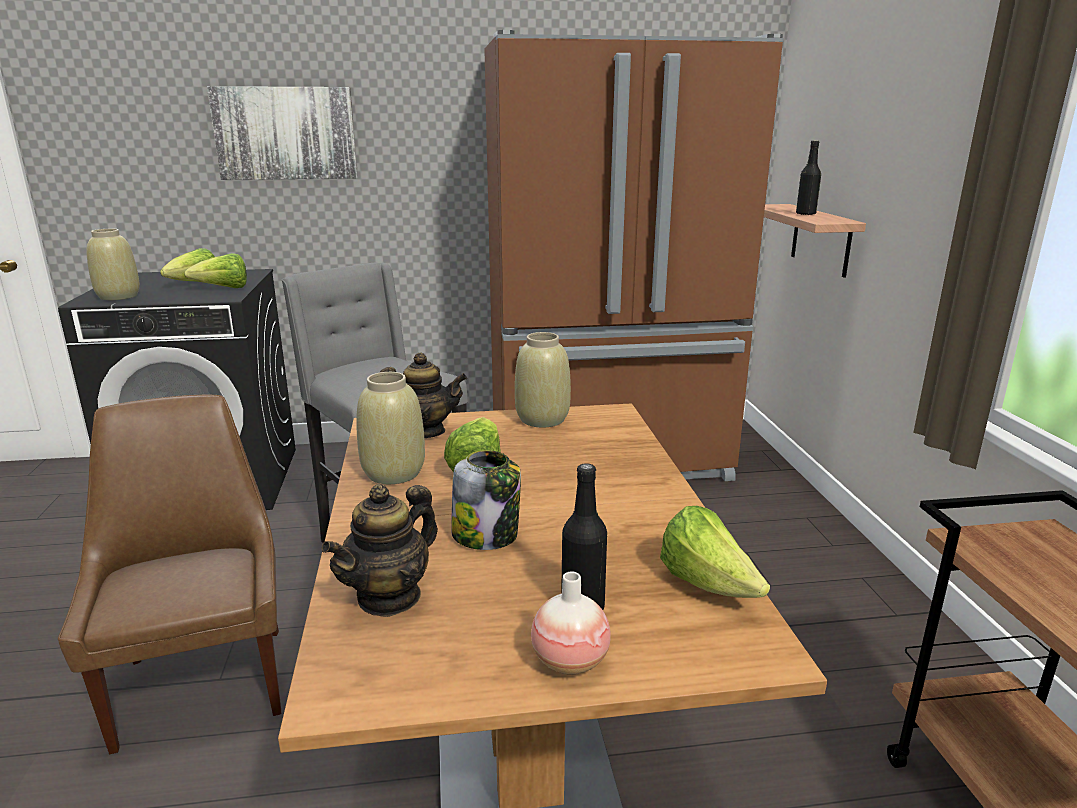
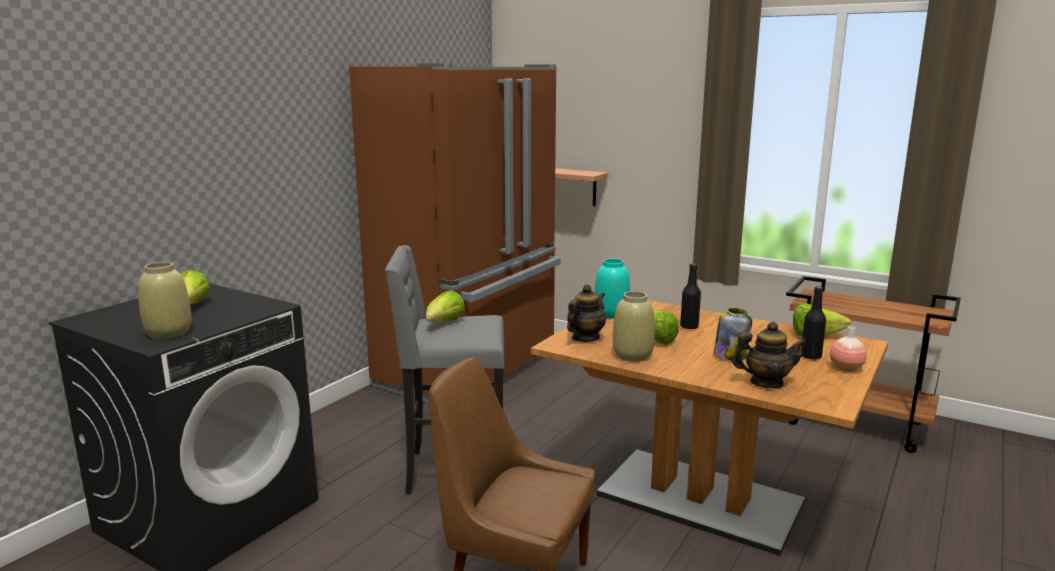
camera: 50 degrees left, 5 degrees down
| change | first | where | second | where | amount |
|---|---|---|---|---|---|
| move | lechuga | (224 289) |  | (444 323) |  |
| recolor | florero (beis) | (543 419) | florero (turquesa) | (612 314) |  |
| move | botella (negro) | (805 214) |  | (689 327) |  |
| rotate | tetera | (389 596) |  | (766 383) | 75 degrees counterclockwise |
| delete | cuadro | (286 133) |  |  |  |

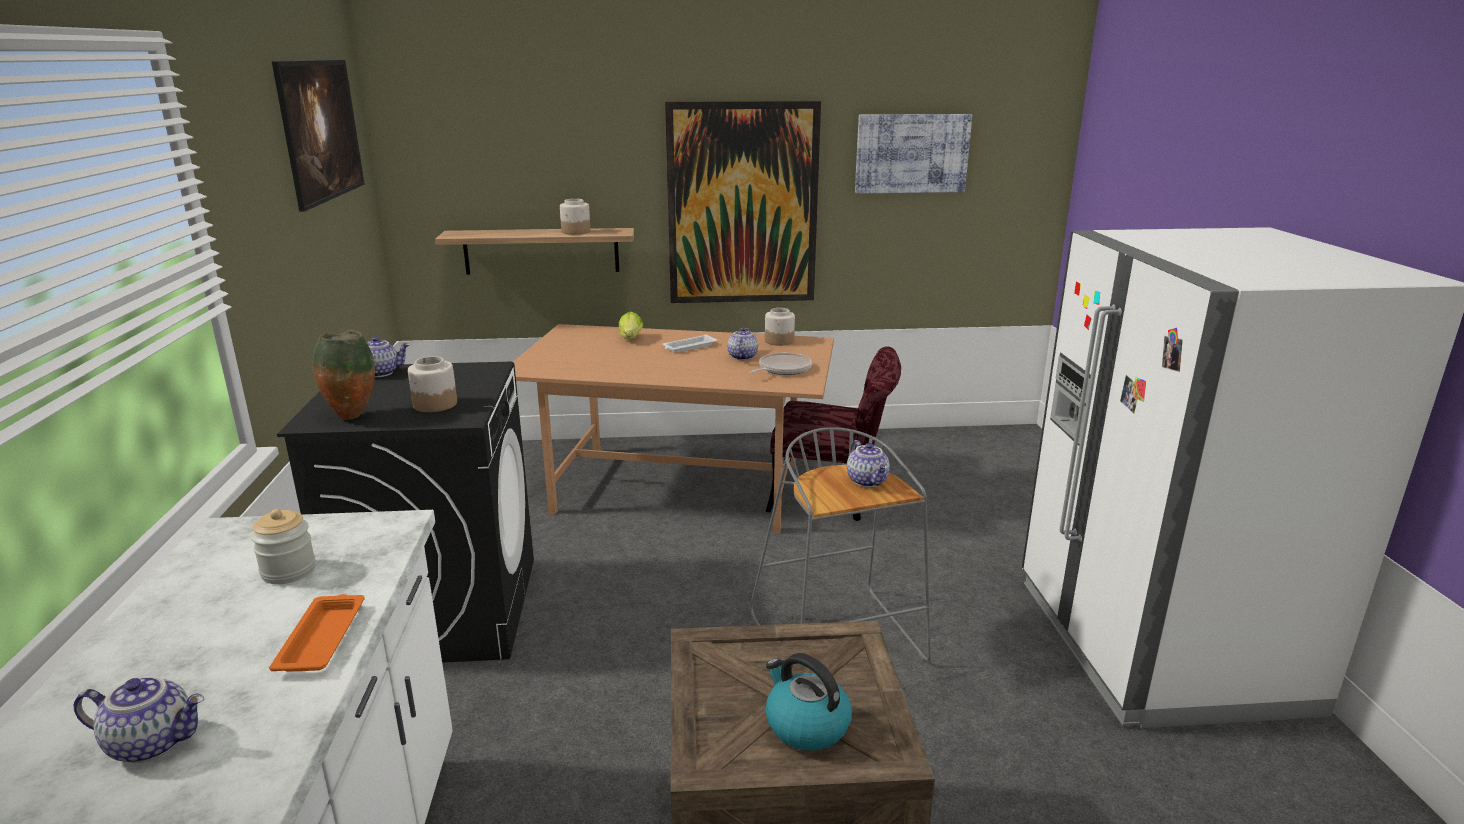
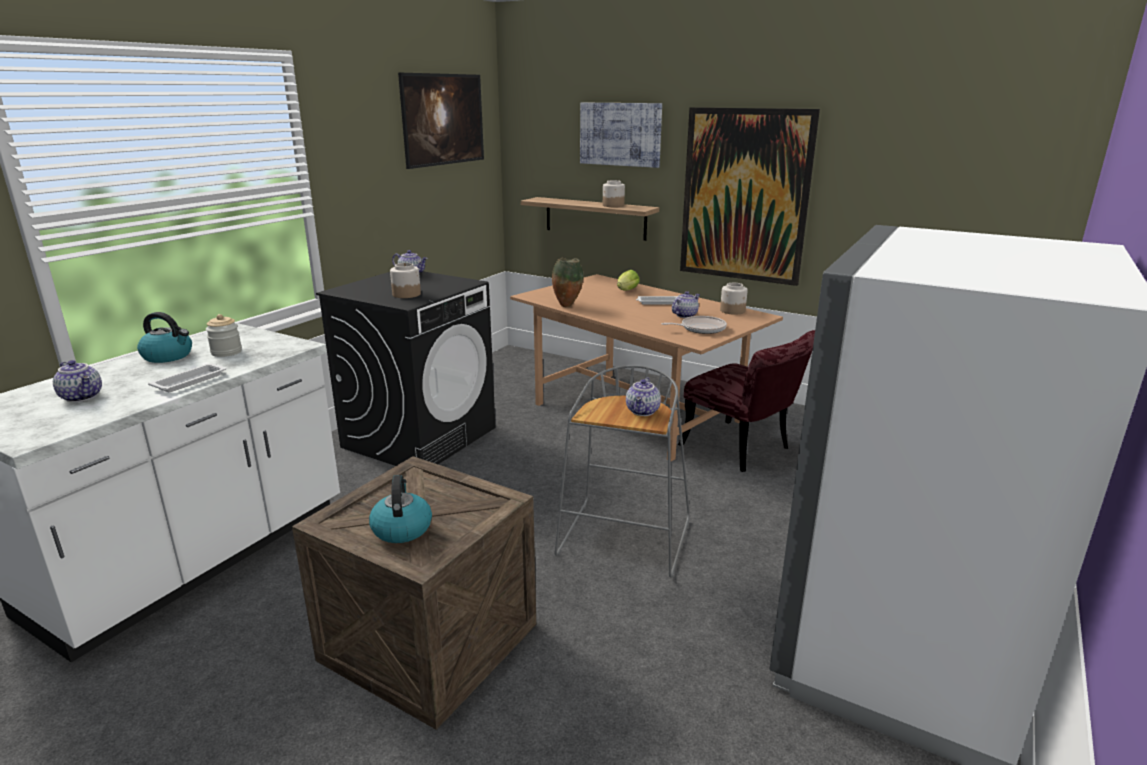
camera: 35 degrees right, 0 degrees up
| change | first | where | second | where | amount |
|---|---|---|---|---|---|
| insert |  |  | hervidor | (168 356) |  |
| recolor | bandeja (naranja) | (323 638) | bandeja (blanco) | (191 381) |  |
| move | florero | (352 416) |  | (567 306) |  |
| move | cuadro | (911 153) |  | (620 134) |  |

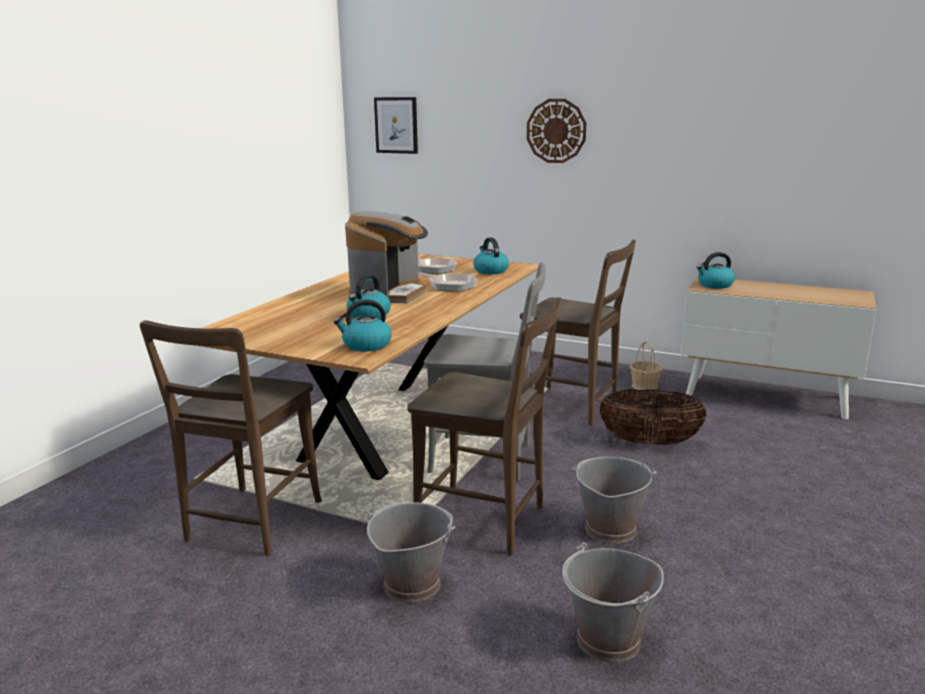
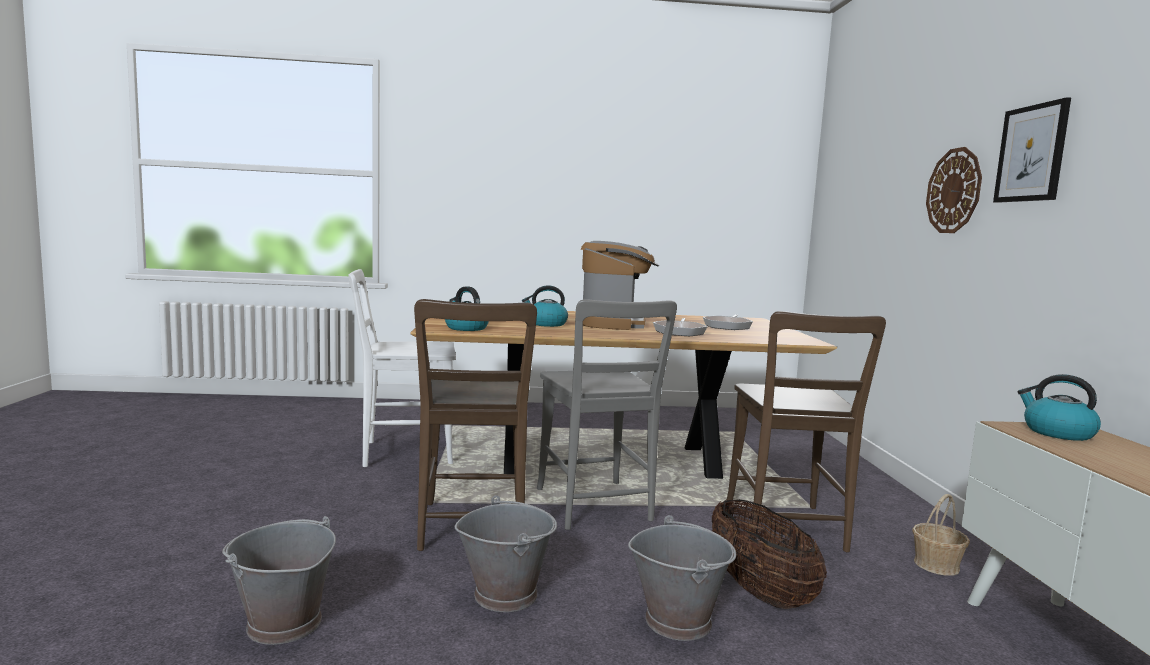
camera: 60 degrees right, 10 degrees down
| change | first | where | second | where | amount |
|---|---|---|---|---|---|
| recolor | silla (marrón) | (250 524) | silla (blanco) | (402 453) |  |
| rotate | cafetera | (389 295) |  | (614 324) | 75 degrees counterclockwise |
| move | cubo (gris) | (411 584) |  | (678 620) |  |
| move | cuadro | (396 125) |  | (1031 153) |  |
| delete | hervidor | (490 271) |  |  |  |

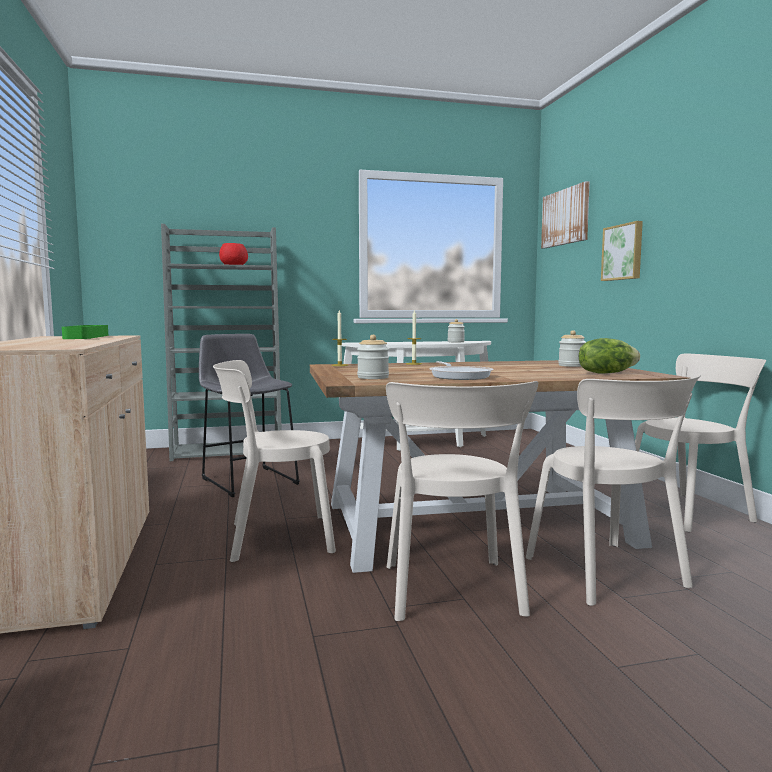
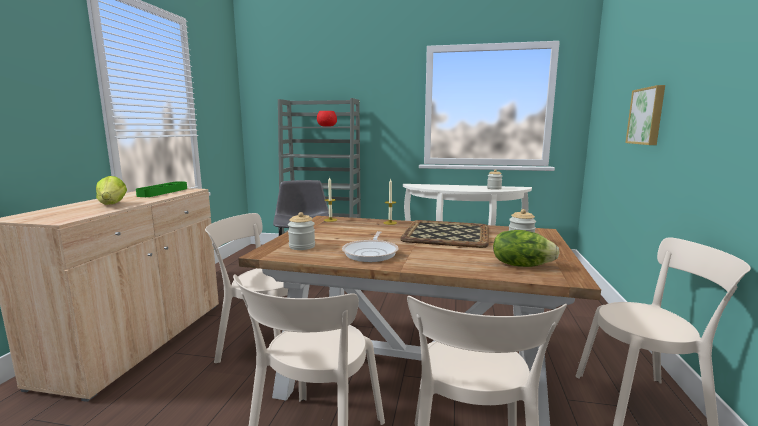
camera: 25 degrees right, 5 degrees up
| change | first | where | second | where | amount |
|---|---|---|---|---|---|
| insert |  |  | lechuga | (112 204) |  |
| insert |  |  | bandeja | (445 234) |  |
| delete | cuadro | (565 217) |  |  |  |

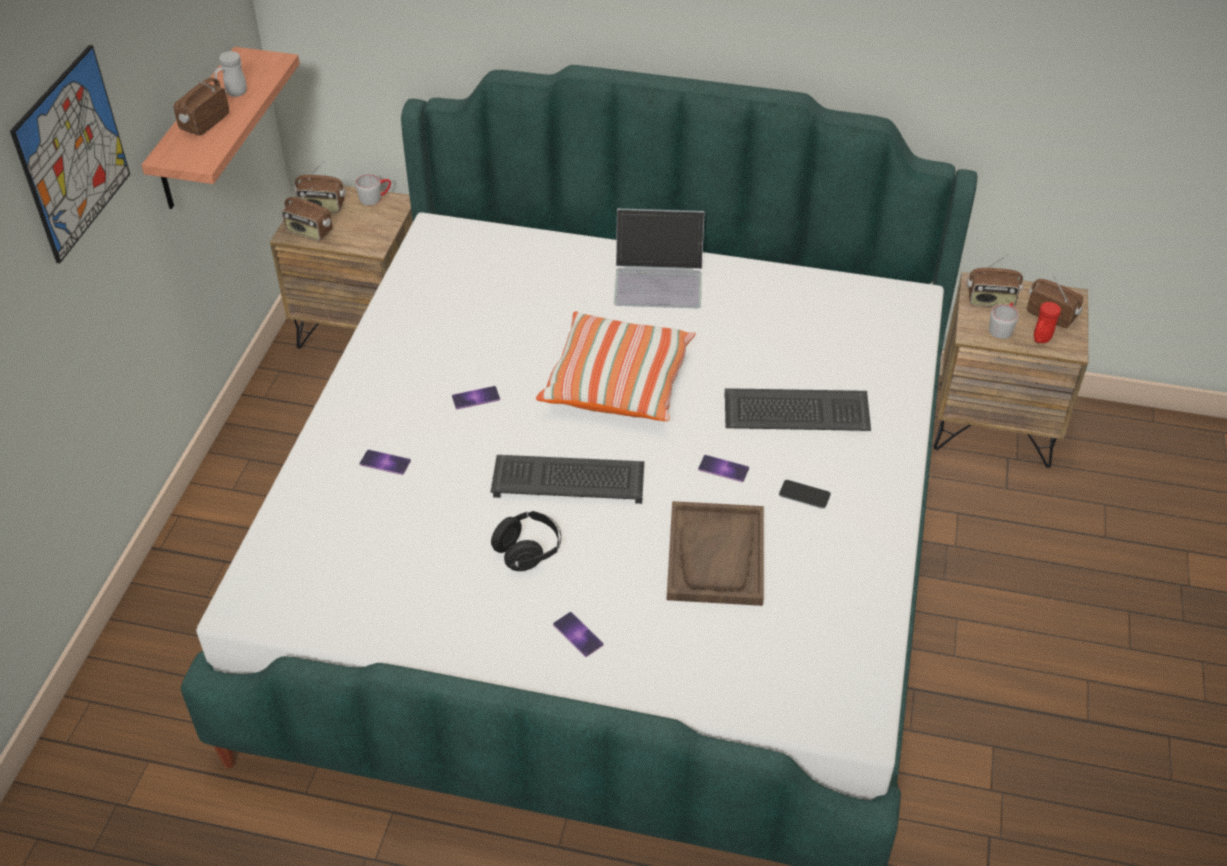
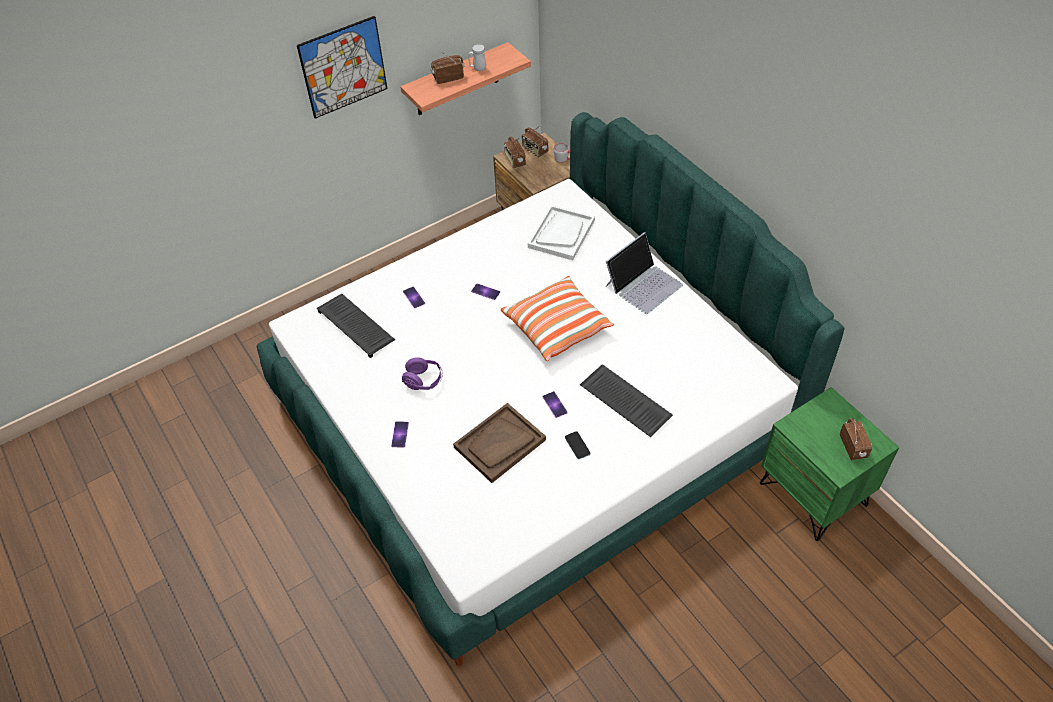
camera: 45 degrees right, 5 degrees up
| change | first | where | second | where | amount |
|---|---|---|---|---|---|
| move | teclado | (570 479) |  | (357 326) |  |
| recolor | auriculares (negro) | (528 551) | auriculares (morado) | (424 381) |  |
| insert |  |  | bandeja (blanco) | (561 233) |  |
| rotate | portátil | (659 278) |  | (643 284) | 90 degrees counterclockwise |
| recolor | mesita de noche (marrón) | (994 424) | mesita de noche (verde) | (813 494) |  |
| delete | radio | (990 301) |  |  |  |
| delete | taza grande (gris) | (1002 327) |  |  |  |
| delete | taza grande (rojo) | (1040 340) |  |  |  |

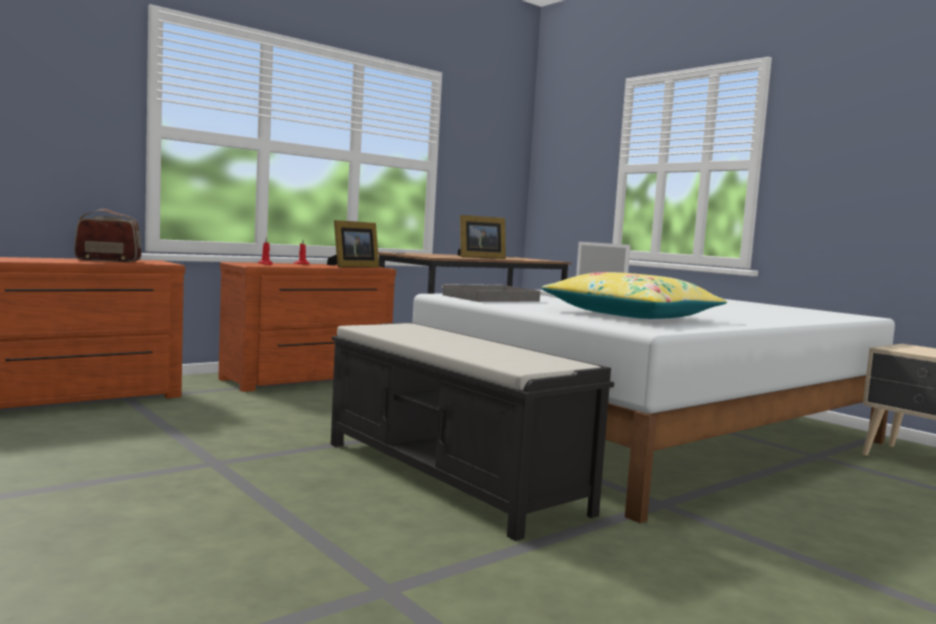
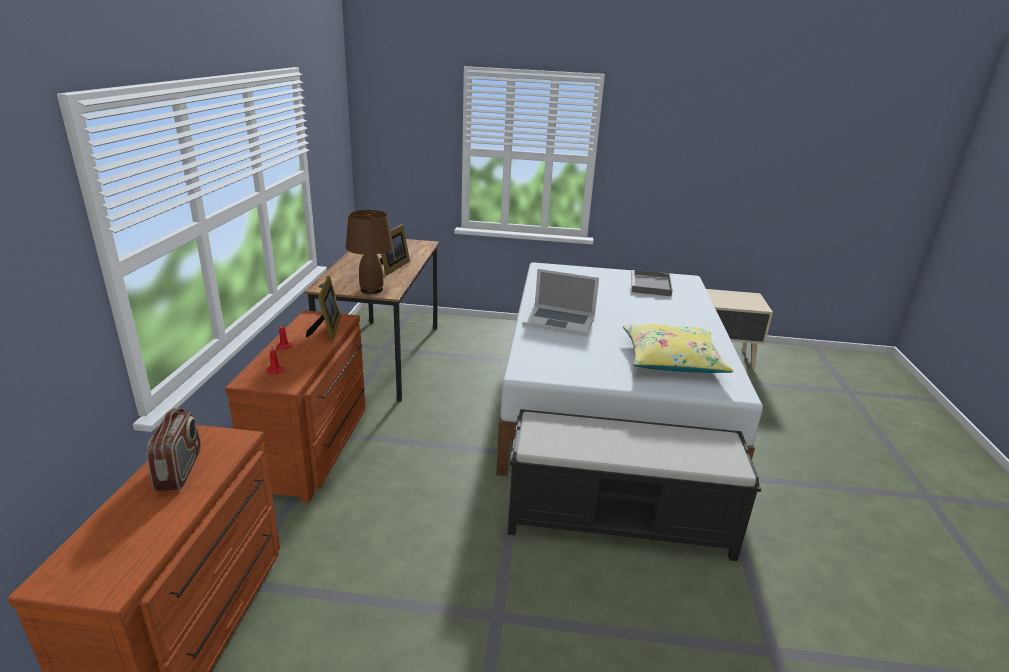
camera: 45 degrees left, 20 degrees up
| change | first | where | second | where | amount |
|---|---|---|---|---|---|
| rotate | radio | (108 260) |  | (180 470) | 135 degrees clockwise |
| insert |  |  | lámpara de mesa (marrón) | (372 290) |  |
| move | bandeja (gris) | (489 298) |  | (651 286) |  |

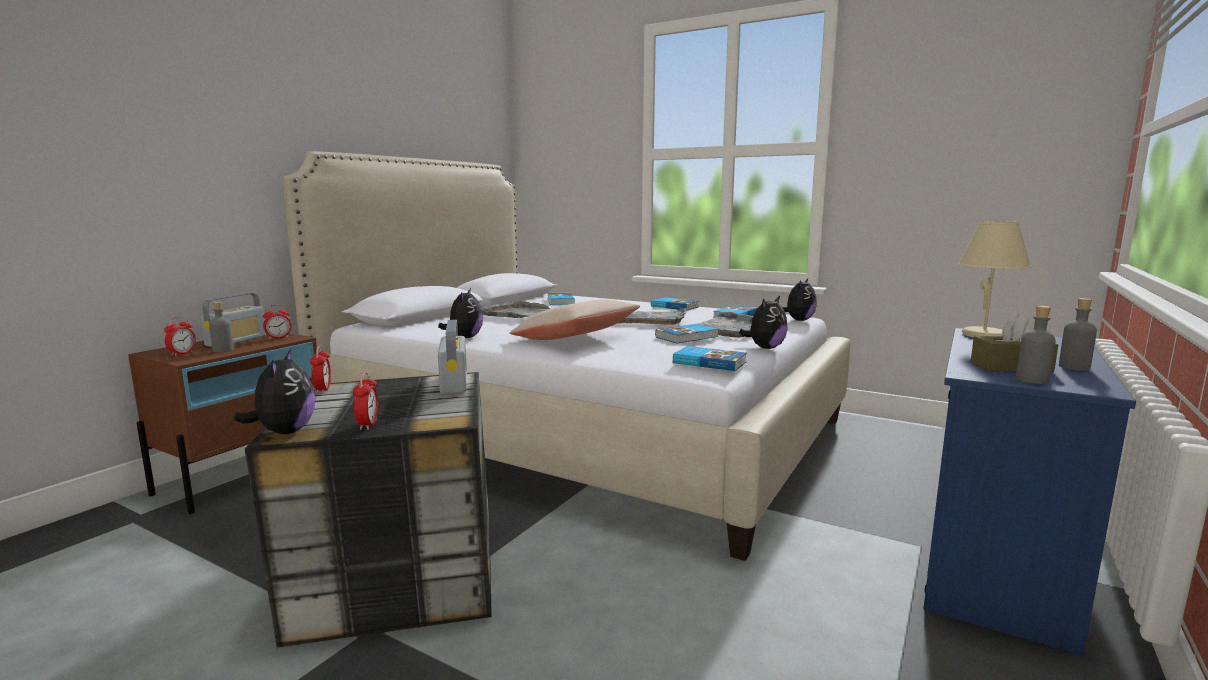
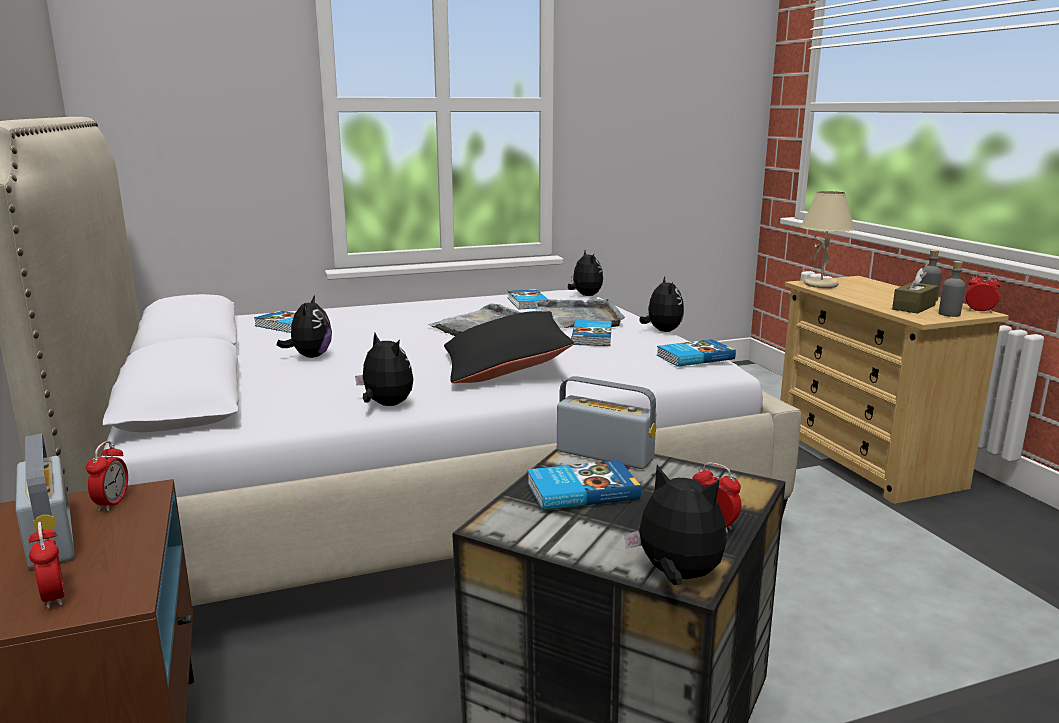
camera: 50 degrees left, 5 degrees up
| change | first | where | second | where | amount |
|---|---|---|---|---|---|
| replace | bandeja (gris) | (517 314) | peluche | (310 356) |  |
| recolor | cojín (beis) | (575 339) | cojín (negro) | (505 369) |  |
| move | libro | (675 306) |  | (581 490) |  |
| recolor | cómoda (azul) | (995 568) | cómoda (beis) | (866 460) |  |
| move | despertador | (323 390) |  | (979 311) |  |
| delete | botella (gris) | (223 350) |  |  |  |

